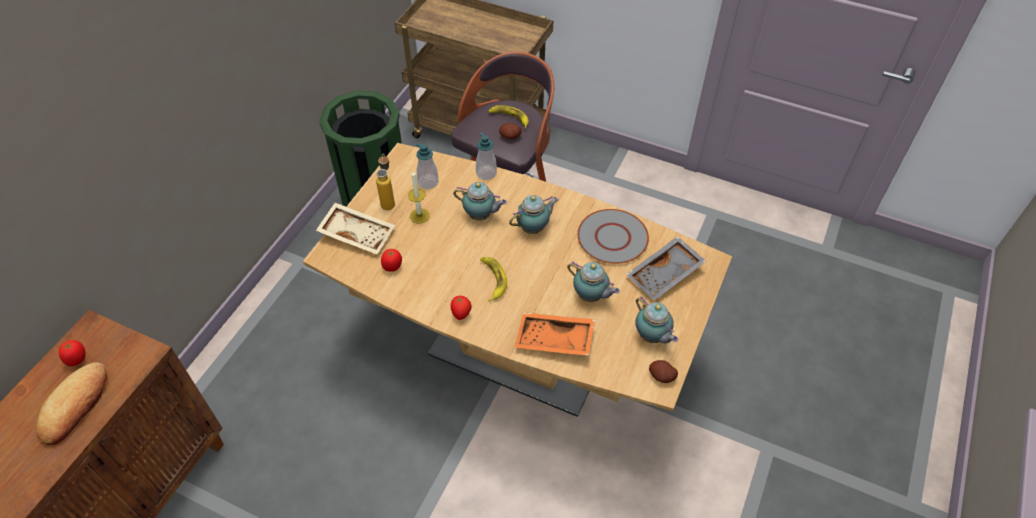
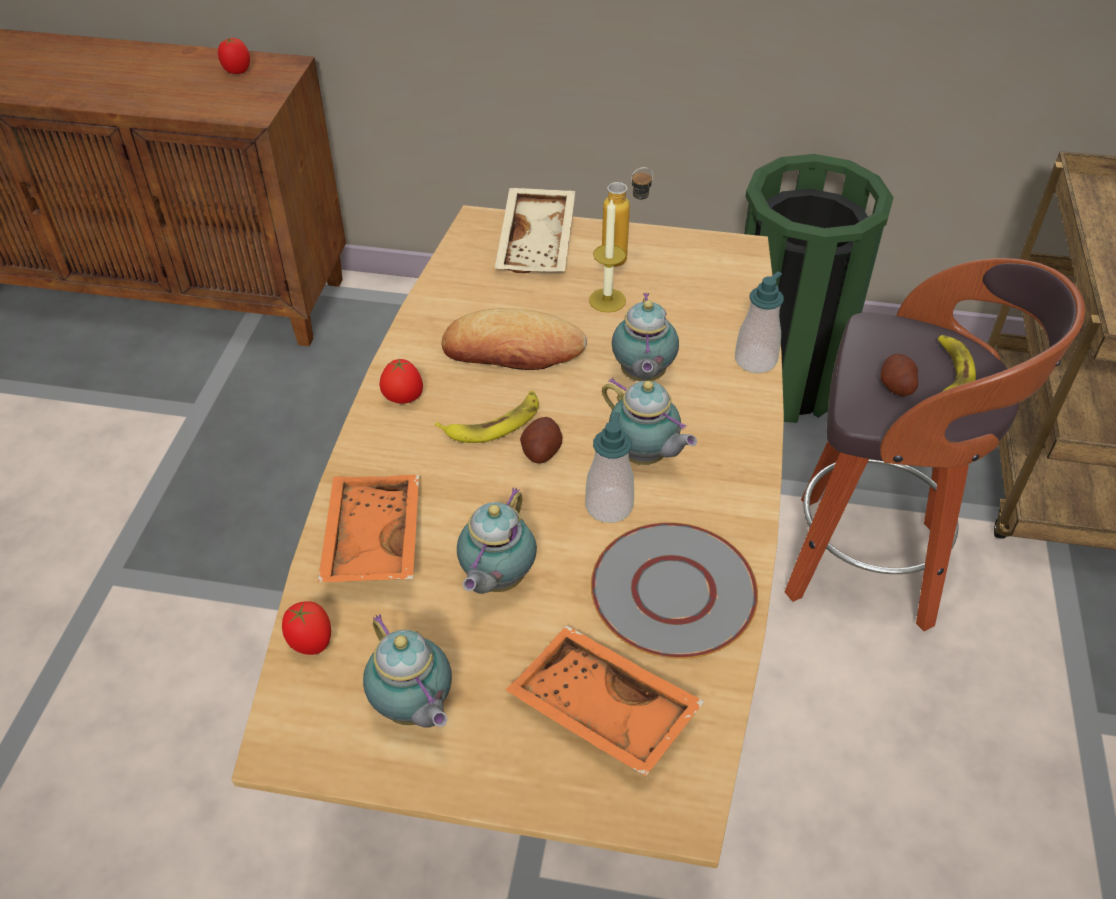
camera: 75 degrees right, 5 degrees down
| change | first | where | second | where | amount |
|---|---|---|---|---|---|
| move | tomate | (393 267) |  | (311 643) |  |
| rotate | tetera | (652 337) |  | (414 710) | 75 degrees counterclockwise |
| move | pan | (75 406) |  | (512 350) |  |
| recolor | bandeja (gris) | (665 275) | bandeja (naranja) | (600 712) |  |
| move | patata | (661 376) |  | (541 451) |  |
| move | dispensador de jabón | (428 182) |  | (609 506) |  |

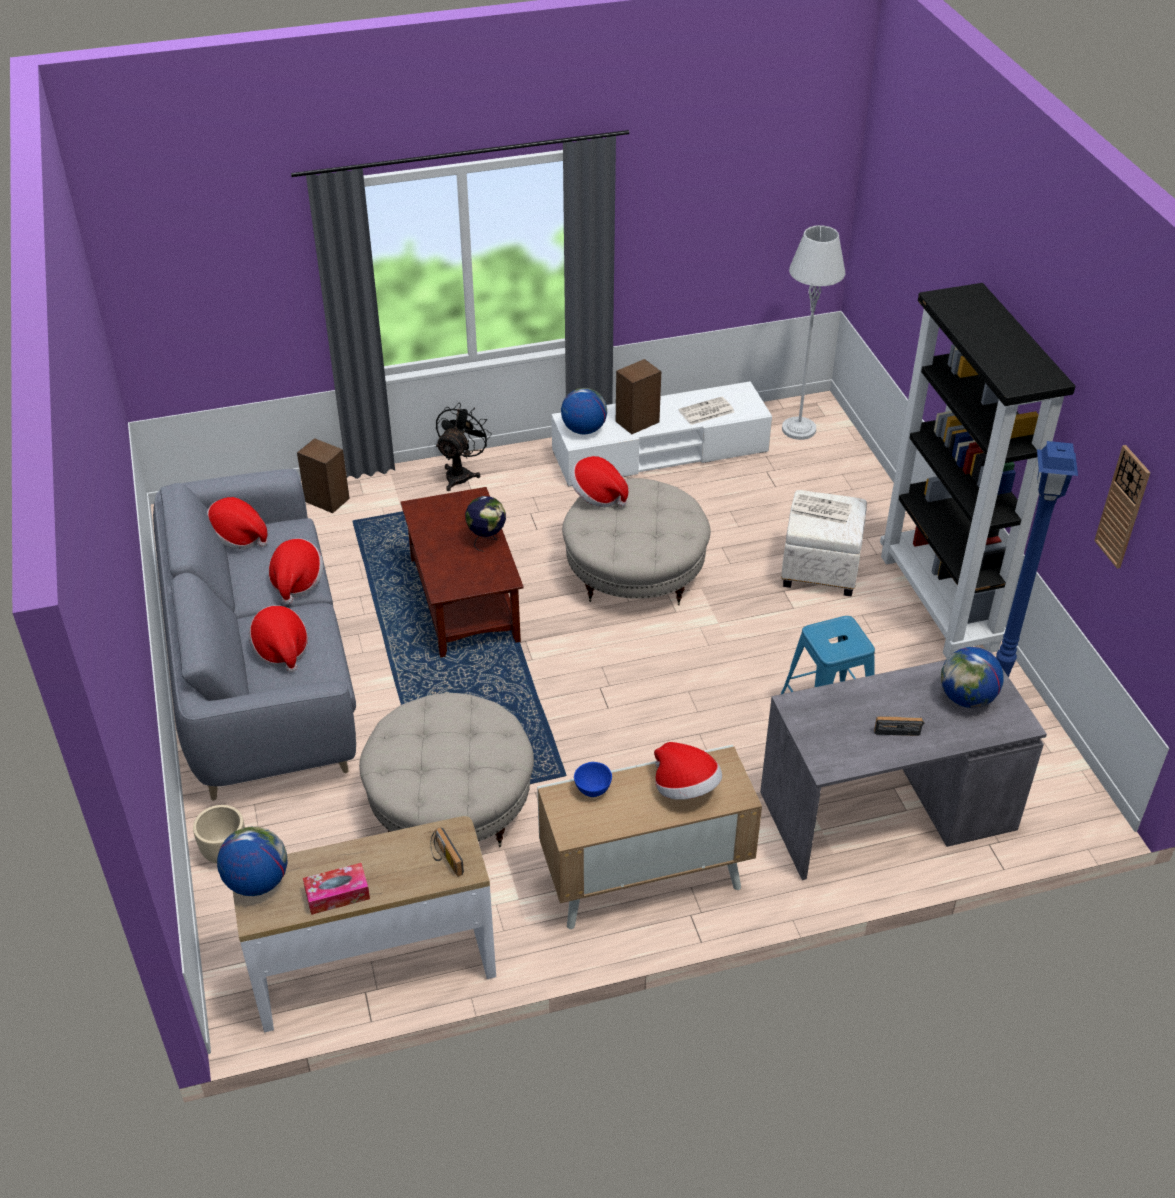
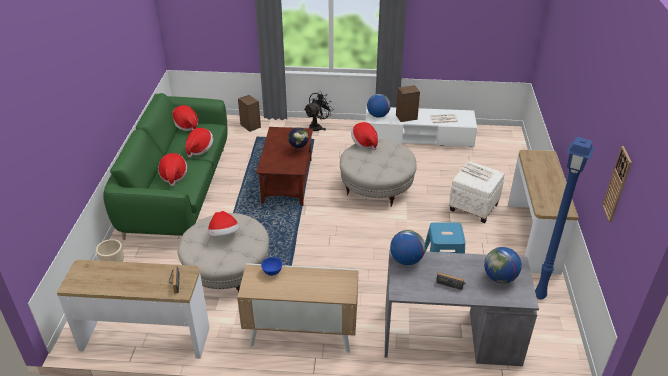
camera: 20 degrees right, 5 degrees down
| change | first | where | second | where | amount |
|---|---|---|---|---|---|
| recolor | sofá (gris) | (262 673) | sofá (verde) | (178 191) |  |
| move | sombrero | (685 788) |  | (224 234) |  |
| move | globo terráqueo | (257 881) |  | (406 260) |  |
| replace | estantería (negro) | (939 603) | mesa consola | (532 237) |  |
| delete | caja de pañuelos | (337 894) |  |  |  |
| delete | lámpara de pie (gris) | (798 429) |  |  |  |

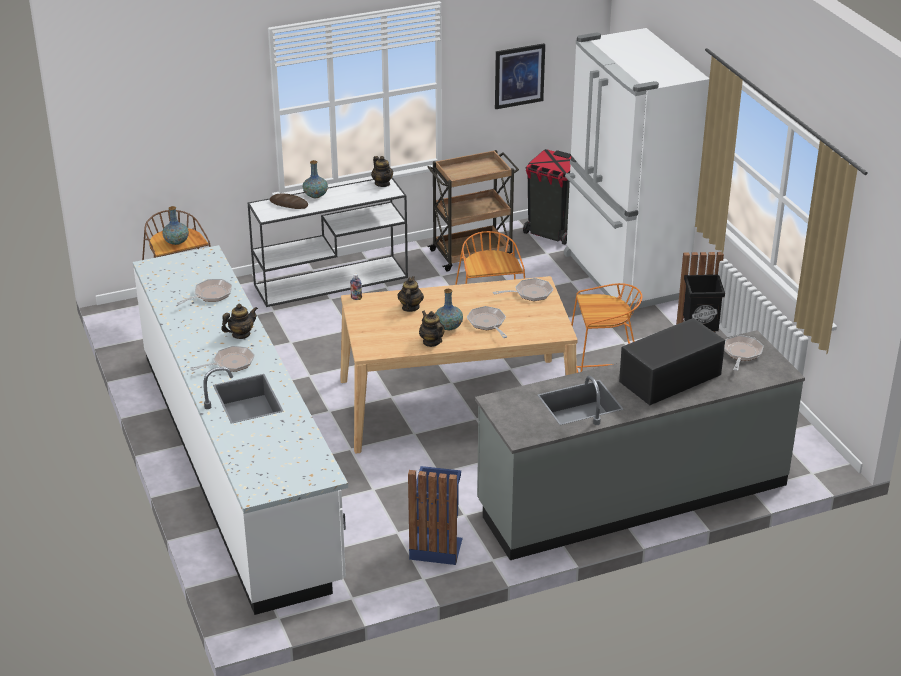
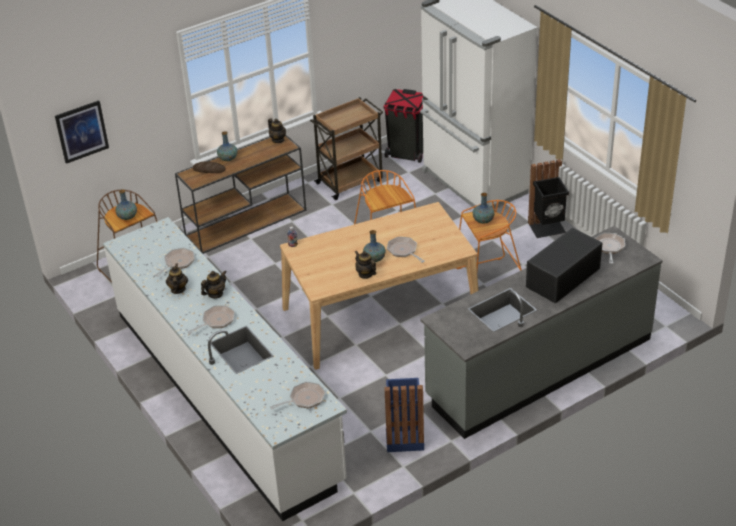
camera: 10 degrees left, 5 degrees up
| change | first | where | second | where | amount |
|---|---|---|---|---|---|
| move | cuadro | (519 75) |  | (81 131) |  |
| move | tetera | (410 307) |  | (178 289) |  |
| recolor | mesa consola (blanco) | (332 280) | mesa consola (marrón) | (247 222) |  |
| move | sartén | (530 293) |  | (304 399) |  |
| insert |  |  | florero | (483 220) |  |

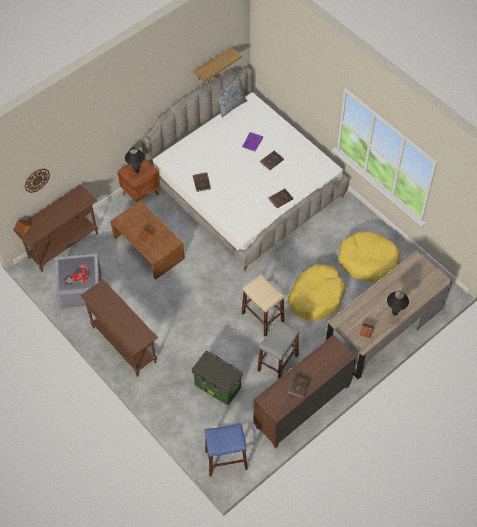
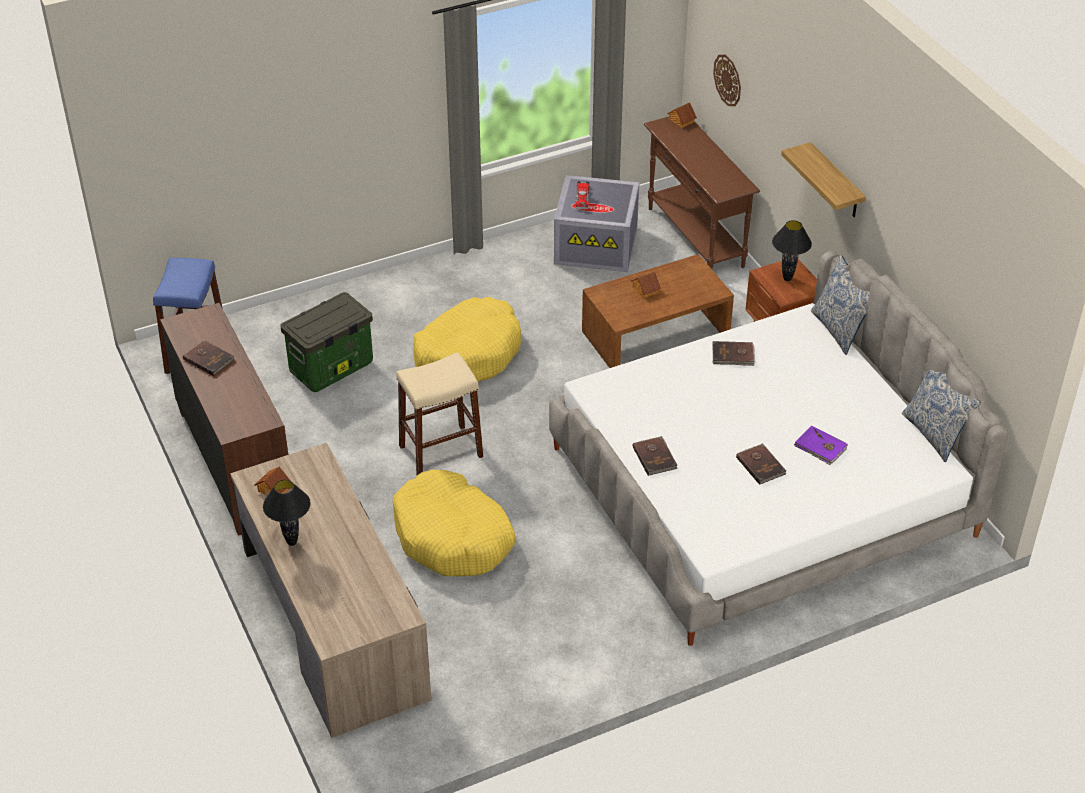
camera: 105 degrees right, 15 degrees down
| change | first | where | second | where | amount |
|---|---|---|---|---|---|
| move | cama para perro (amarillo) | (368 261) |  | (468 353) |  |
| move | estante | (212 64) |  | (835 182) |  |
| insert |  |  | cojín | (839 330) |  |
| delete | mesa consola (marrón) | (124 344) |  |  |  |
| delete | taburete (gris) | (277 363) |  |  |  |

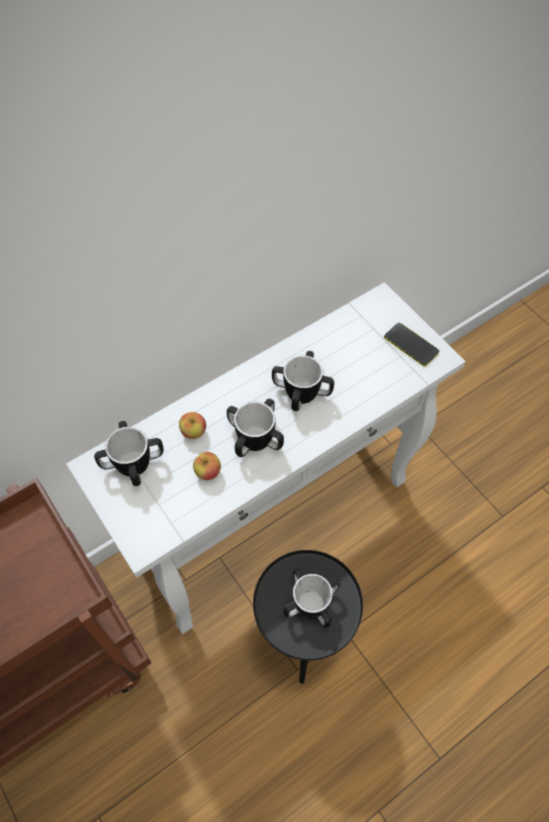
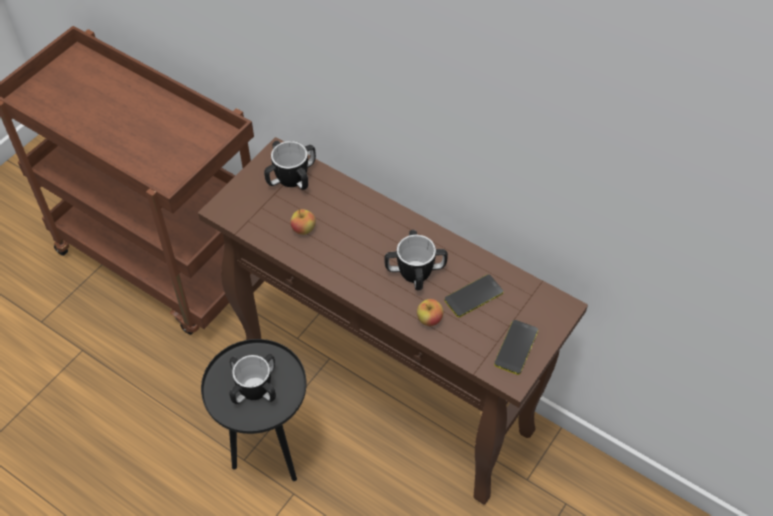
camera: 70 degrees right, 5 degrees down
| change | first | where | second | where | amount |
|---|---|---|---|---|---|
| recolor | mesa consola (blanco) | (275 518) | mesa consola (marrón) | (389 393) |  |
| move | manzana | (193 432) |  | (429 319) |  |
| insert |  |  | móvil | (473 296) |  |
| delete | taza grande | (255 438) |  |  |  |

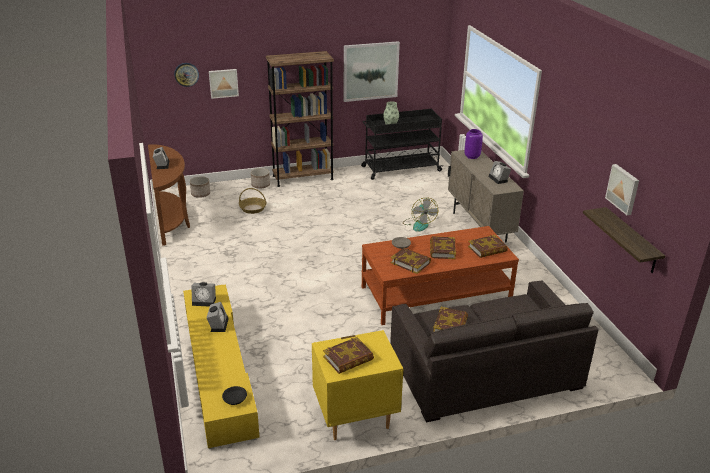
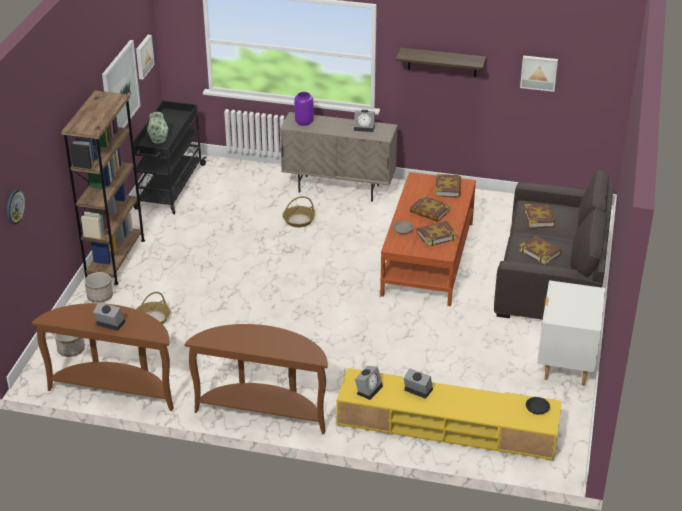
camera: 60 degrees left, 5 degrees up
| change | first | where | second | where | amount |
|---|---|---|---|---|---|
| move | cuadro | (223 83) |  | (143 56) |  |
| insert |  |  | mesa consola (marrón) | (264 411) |  |
| replace | ventilador | (419 224) | cesta | (299 220) |  |
| move | estante | (631 241) |  | (442 62) |  |
| move | libro | (348 359) |  | (539 218) |  |
| recolor | mesita de noche (amarillo) | (355 418) | mesita de noche (blanco) | (565 365) |  |

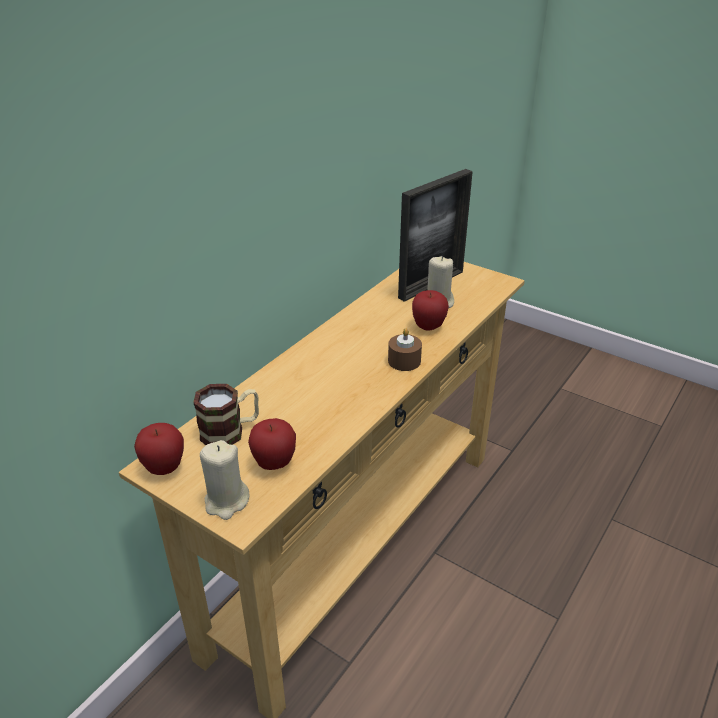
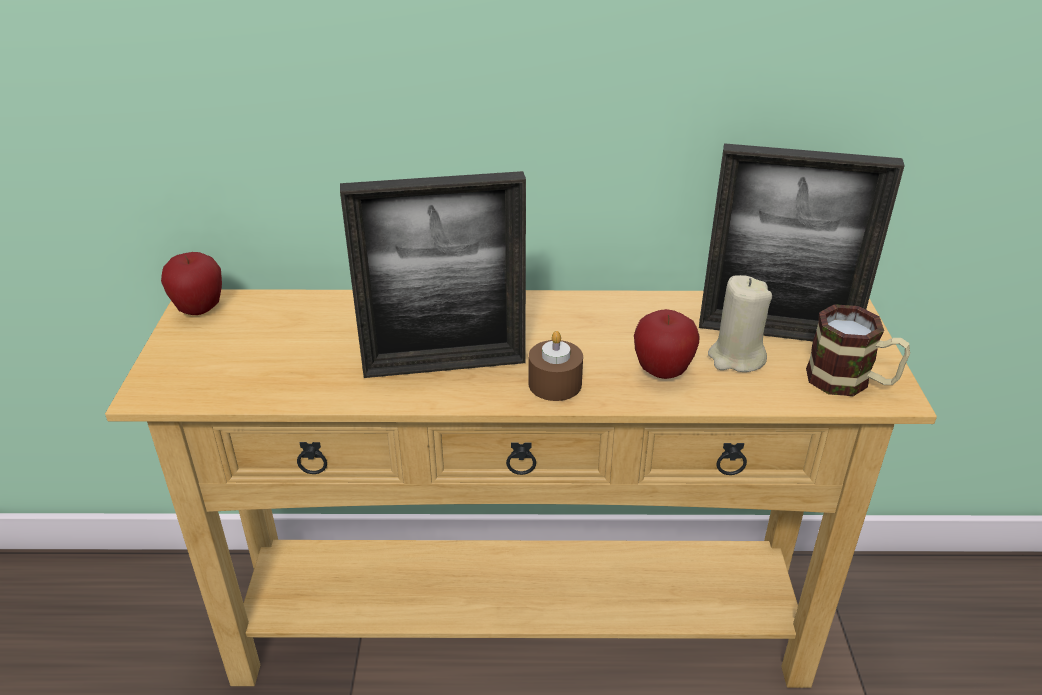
camera: 55 degrees right, 0 degrees up
| change | first | where | second | where | amount |
|---|---|---|---|---|---|
| insert |  |  | portarretratos | (444 365) |  |
| move | taza grande | (230 431) |  | (850 382) |  |
| delete | vela (beis) | (226 502) |  |  |  |
| delete | manzana | (274 463) |  |  |  |

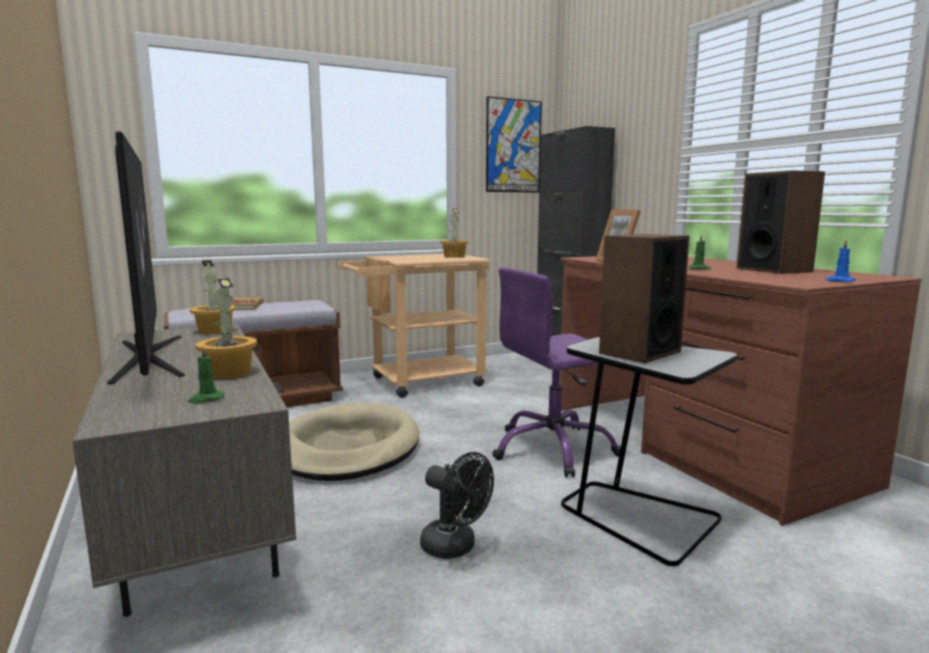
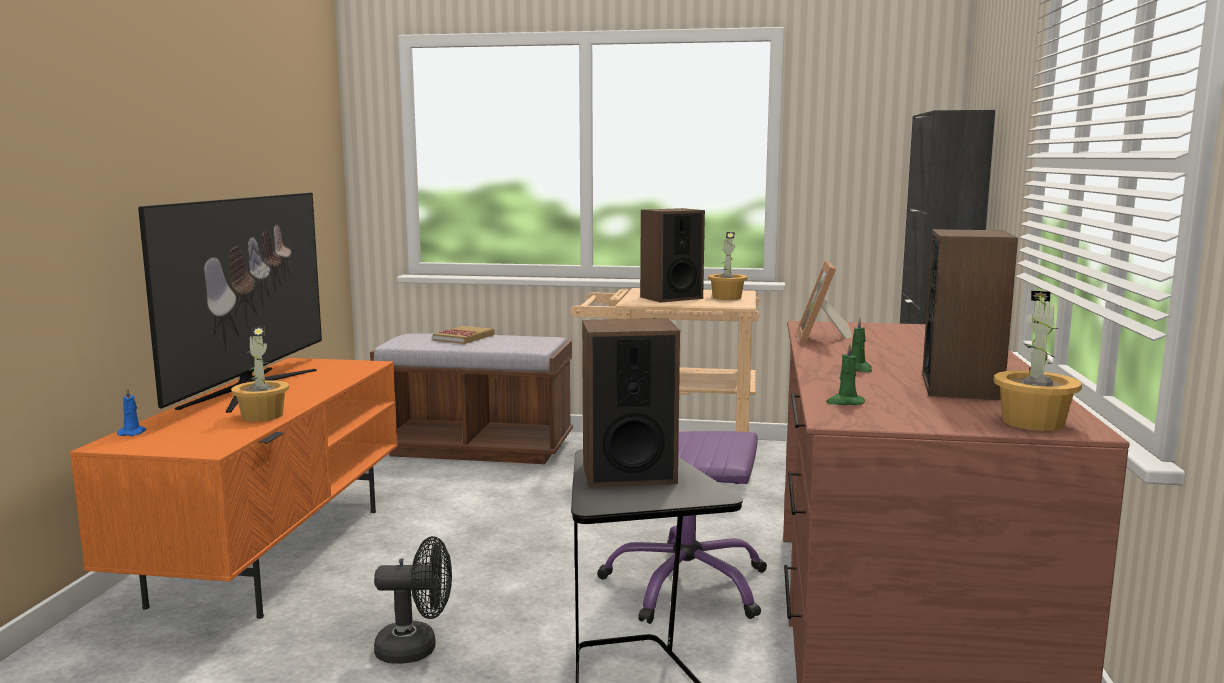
camera: 35 degrees right, 0 degrees up
| change | first | where | second | where | amount |
|---|---|---|---|---|---|
| recolor | mueble de televisión (gris) | (196 522) | mueble de televisión (naranja) | (272 553) |  |
| move | vela (azul) | (839 281) |  | (132 433) |  |
| rotate | ventilador (negro) | (455 548) |  | (416 649) | 75 degrees counterclockwise |
| insert |  |  | altavoz | (671 298) |  |
| move | vela (verde) | (206 399) |  | (844 402) |  |
| move | planta en maceta | (214 331) |  | (1032 422) |  |
| delete | cama para perro (beis) | (347 448) |  |  |  |
| delete | cuadro | (513 146) |  |  |  |

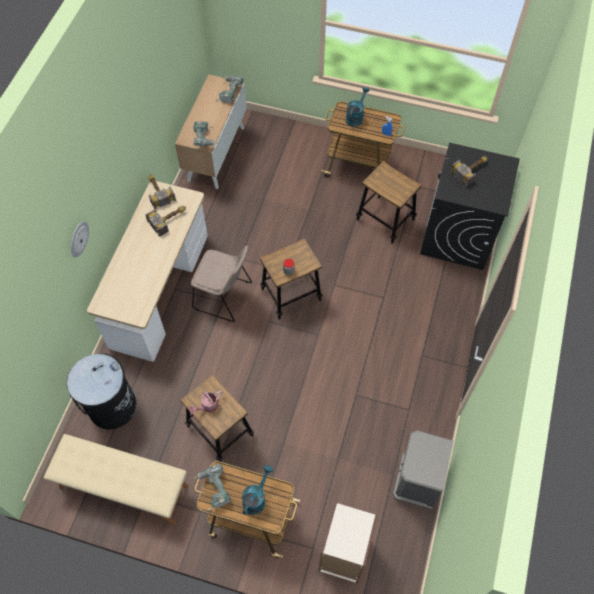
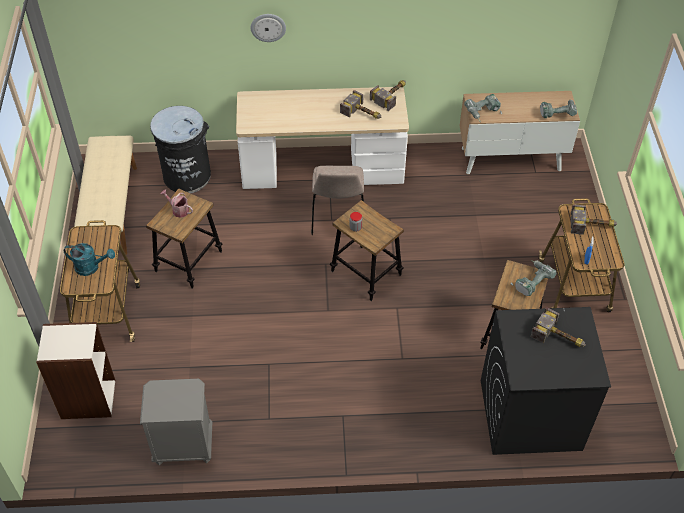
camera: 70 degrees right, 10 degrees down
| change | first | where | second | where | amount |
|---|---|---|---|---|---|
| move | taladro | (213 489) |  | (531 282) |  |
| replace | regadera (turquesa) | (355 117) | martillo | (593 225) |  |

